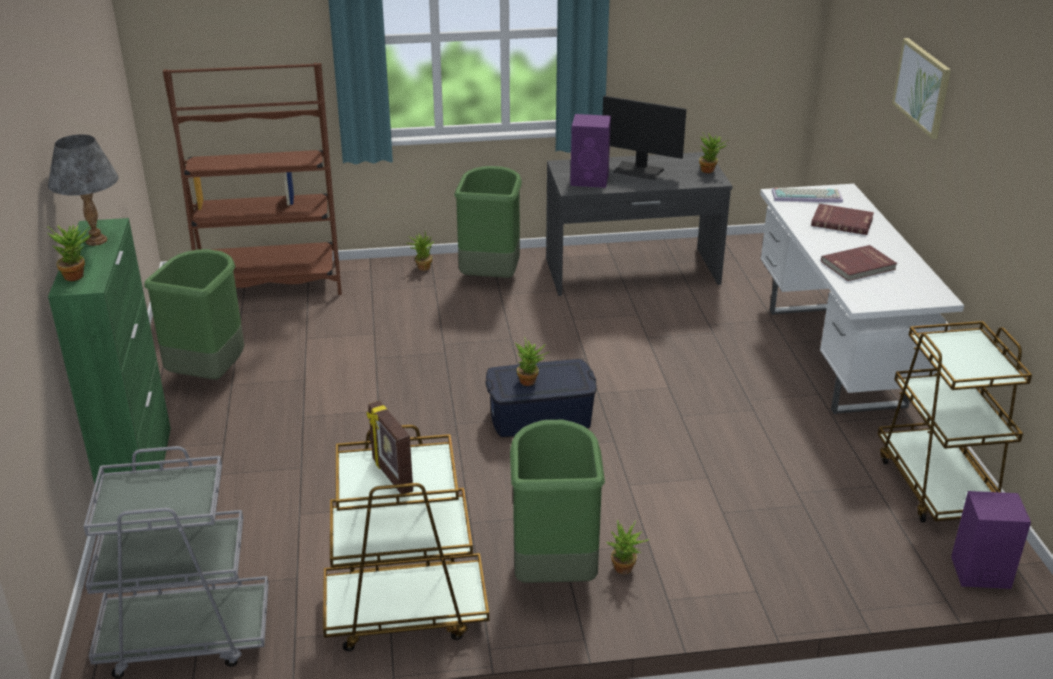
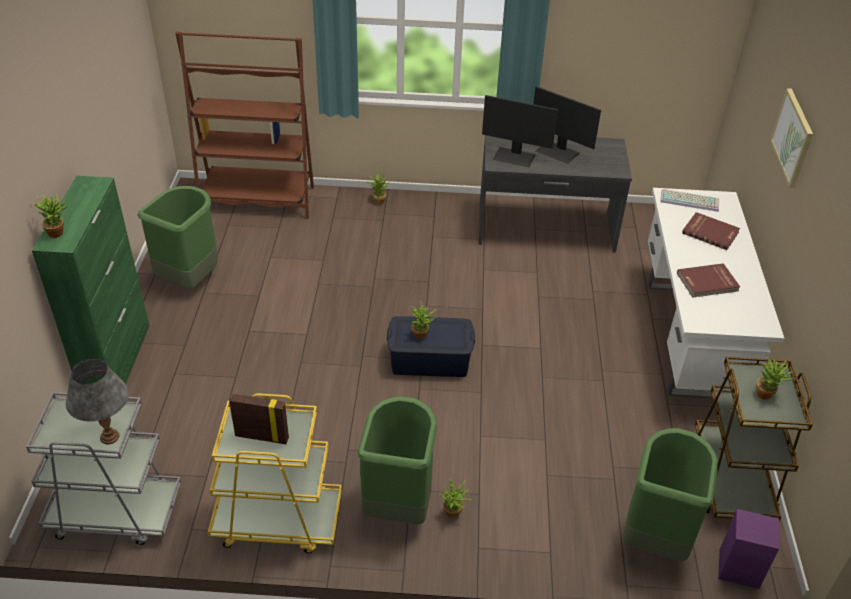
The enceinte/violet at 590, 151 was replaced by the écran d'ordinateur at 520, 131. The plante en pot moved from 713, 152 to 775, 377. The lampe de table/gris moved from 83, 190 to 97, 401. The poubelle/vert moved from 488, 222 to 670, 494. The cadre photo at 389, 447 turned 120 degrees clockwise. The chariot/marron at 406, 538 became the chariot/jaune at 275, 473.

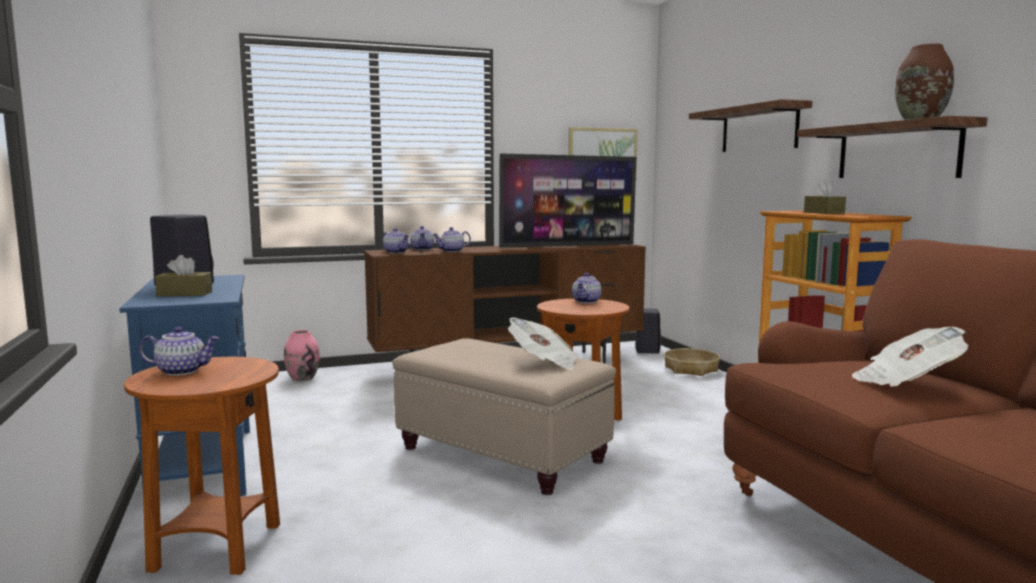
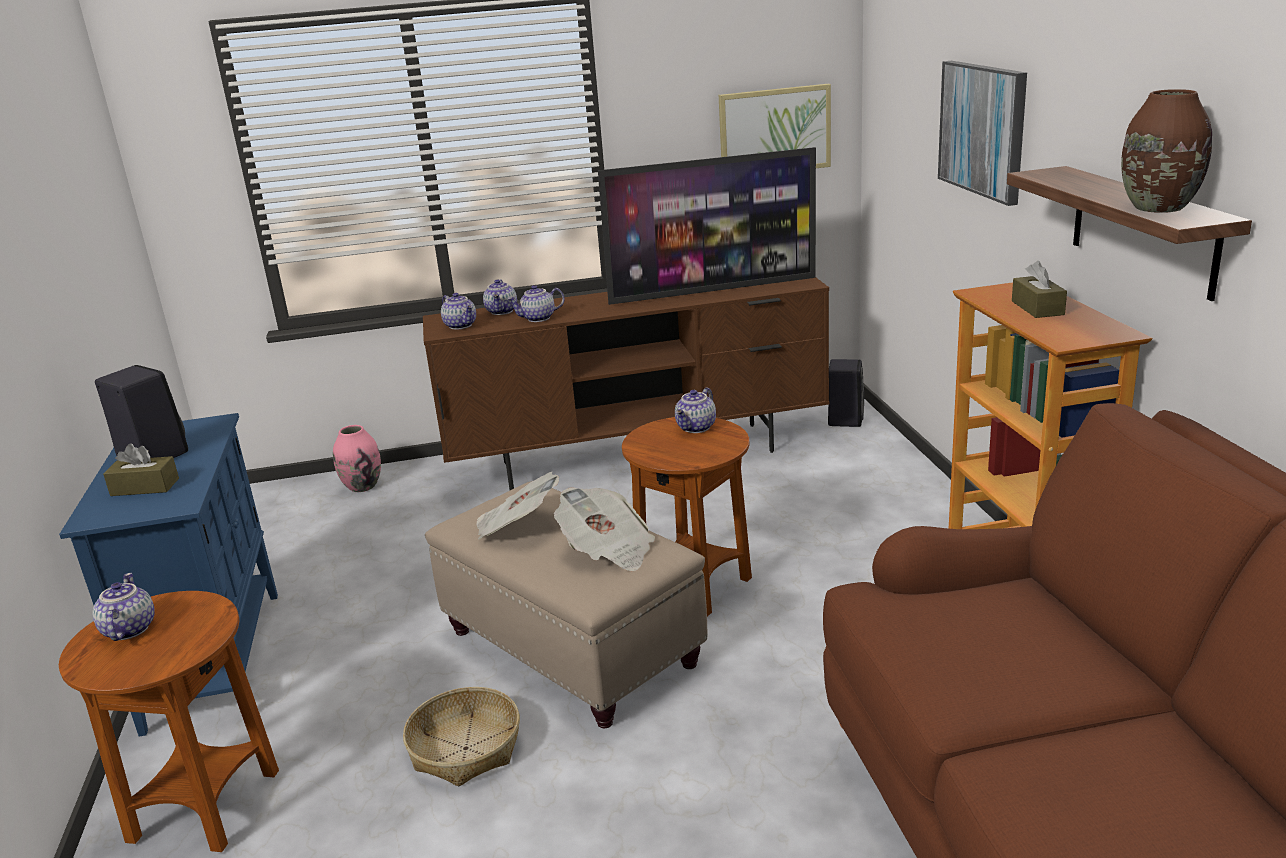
The étagère at 751, 125 was replaced by the tableau at 982, 133. The théière at 179, 351 turned 105 degrees counterclockwise. The journal moved from 910, 357 to 517, 506. The panier moved from 692, 362 to 461, 736.

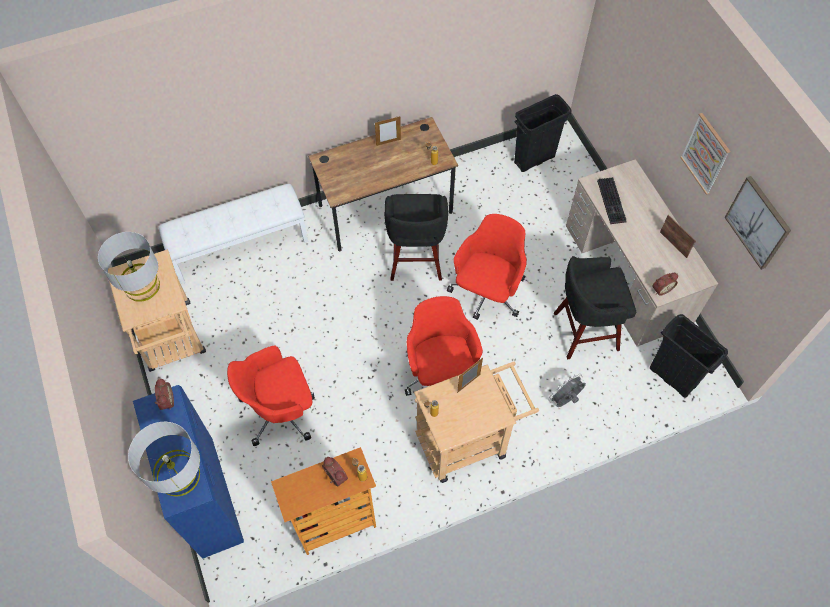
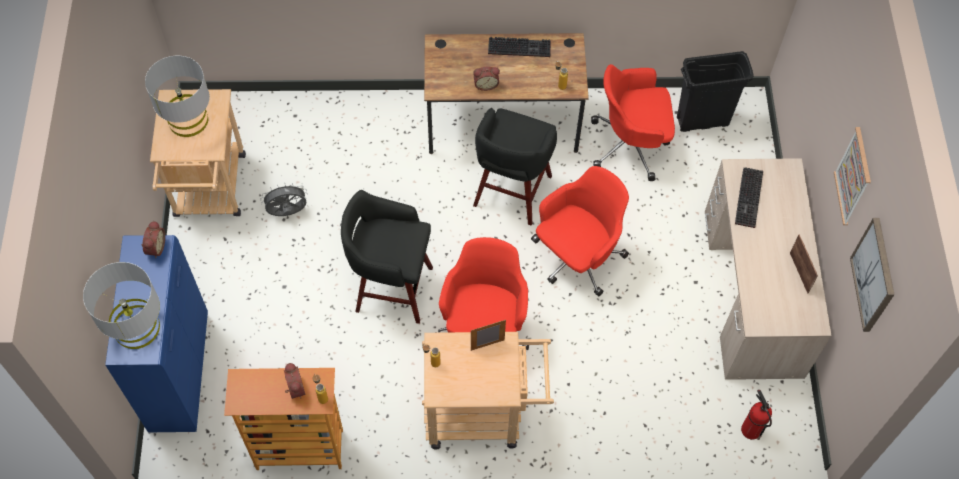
The cadre photo at 388, 131 was replaced by the clavier at 519, 47. The banc/blanc at 233, 234 disappeared. The tabouret/noir moved from 595, 307 to 387, 257. The réveil moved from 665, 284 to 487, 78. The poubelle/noir at 689, 356 was replaced by the extincteur at 756, 415. The chaise de bureau/rouge moved from 271, 396 to 633, 122. The ventilateur/gris moved from 567, 390 to 285, 199.

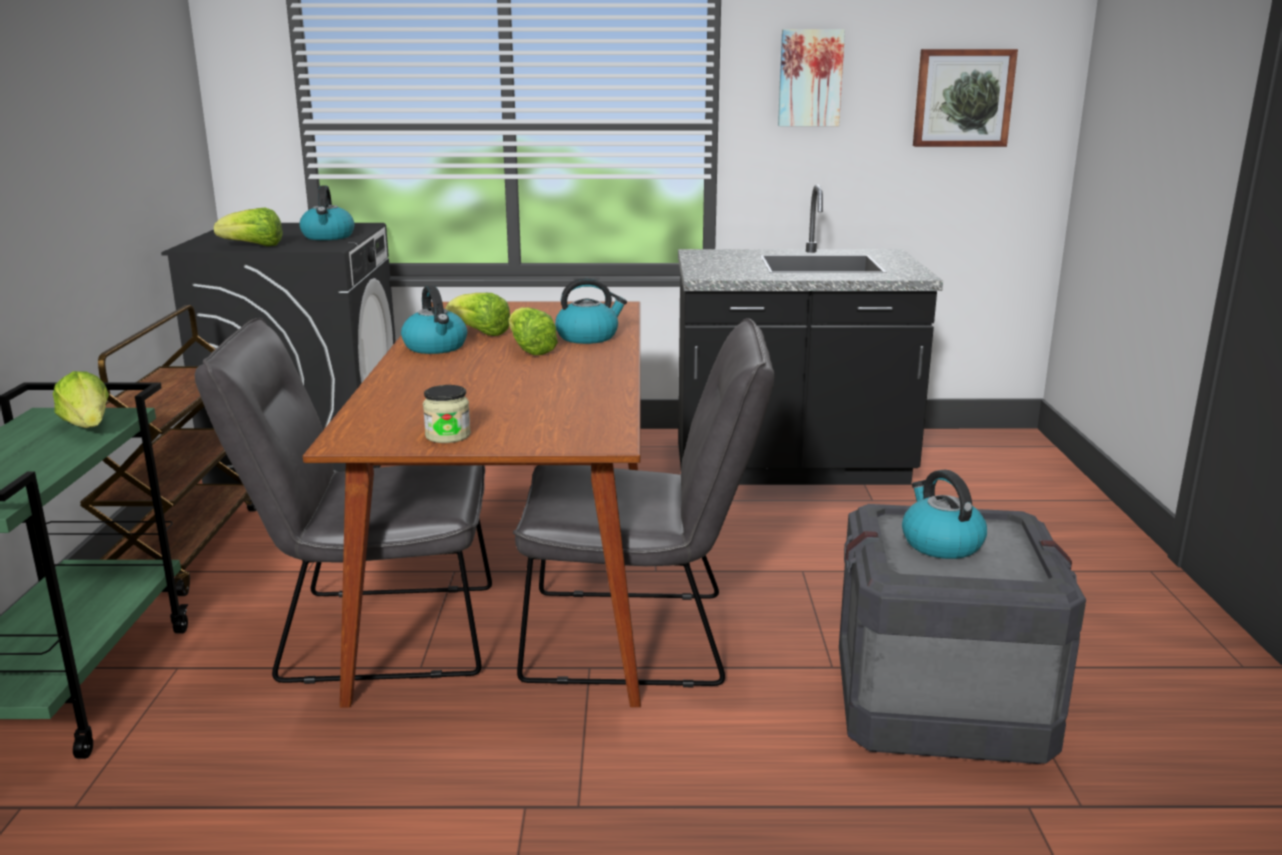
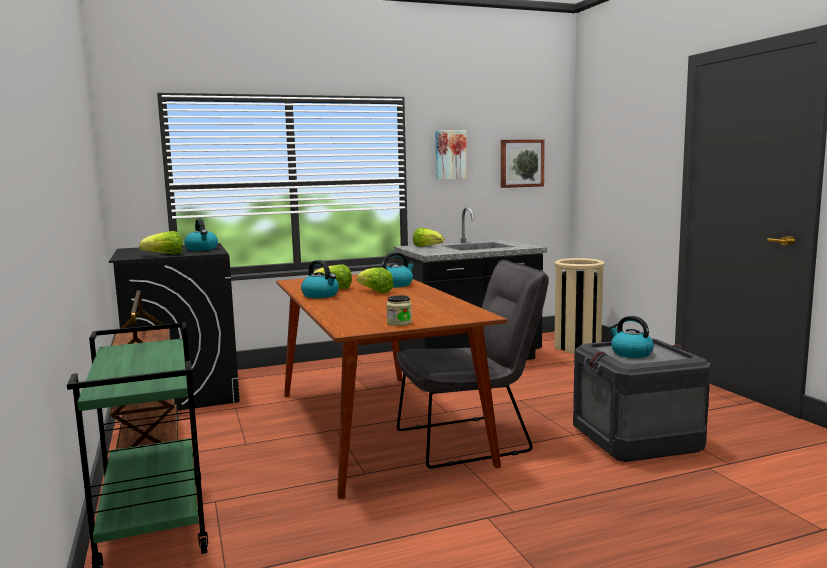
The chaise/gris at 343, 501 disappeared. The laitue moved from 81, 399 to 428, 237. The poubelle/beige at 579, 305 appeared.

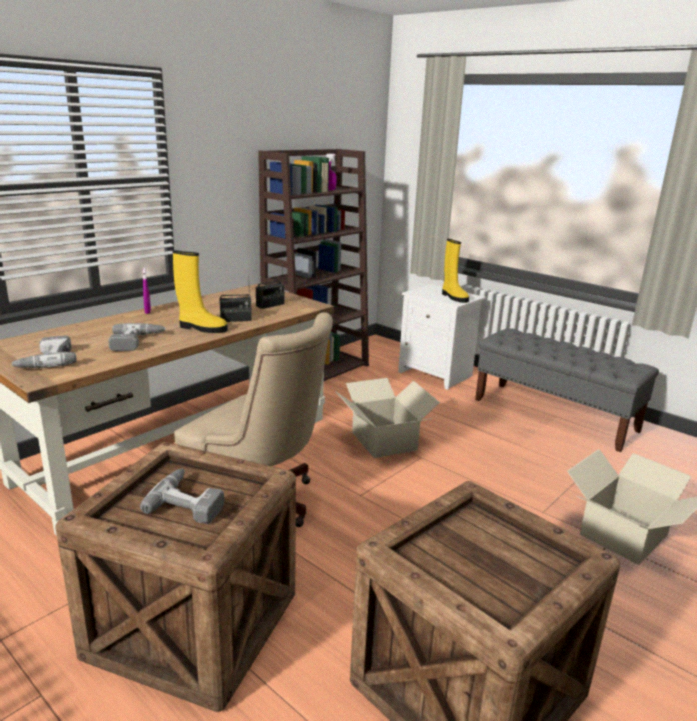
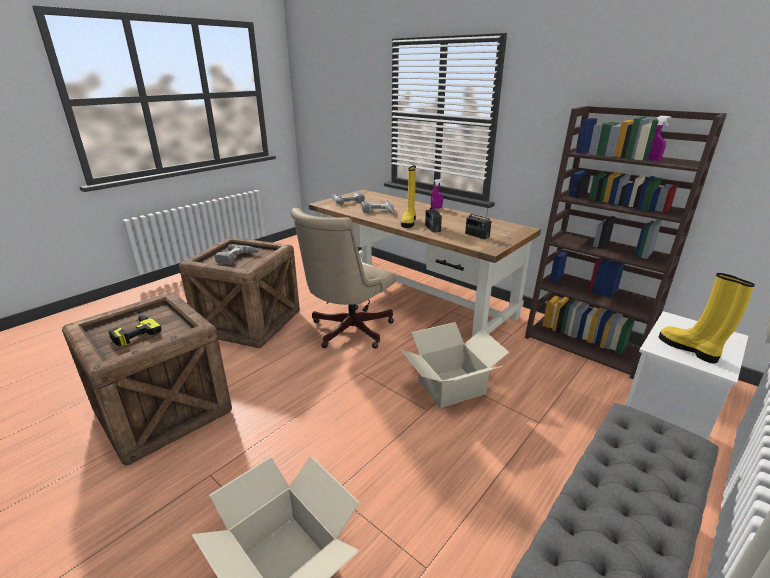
The botte/jaune at 455, 271 turned 90 degrees clockwise. The perceuse at 135, 328 appeared.

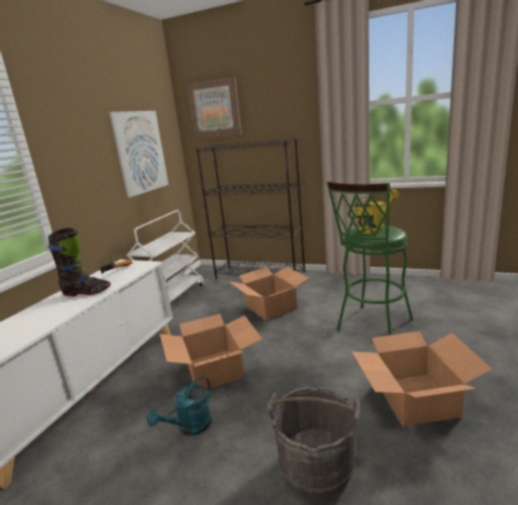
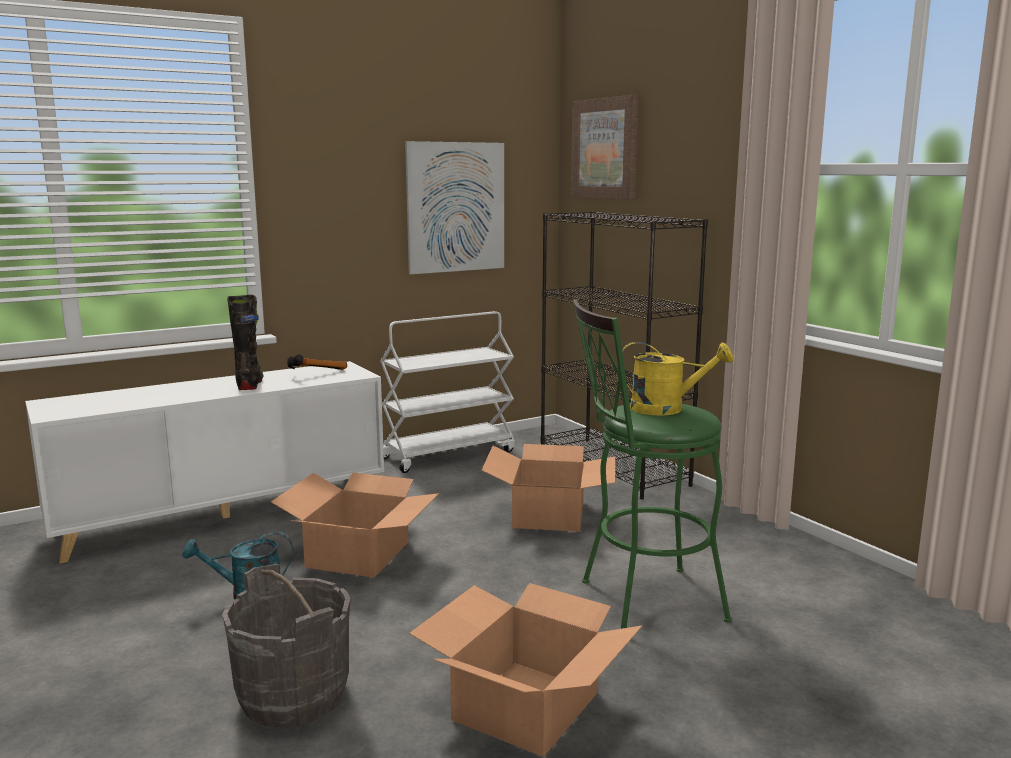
The botte/noir at 79, 262 turned 135 degrees counterclockwise.

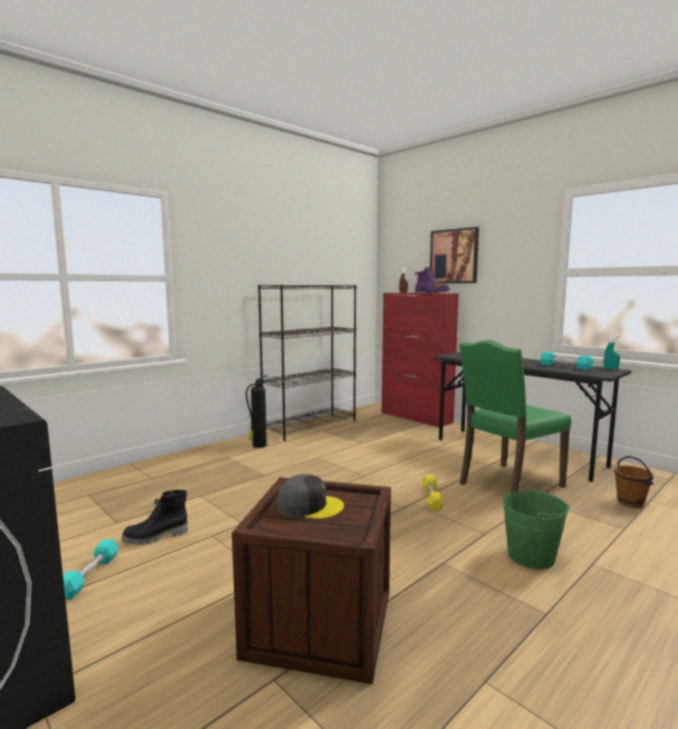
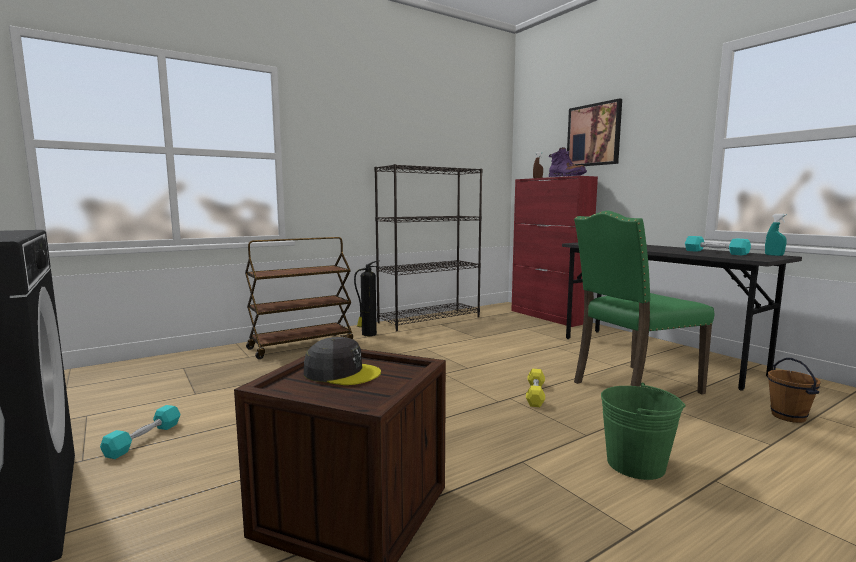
The botte/noir at 154, 517 disappeared. The chariot/marron at 299, 298 appeared.

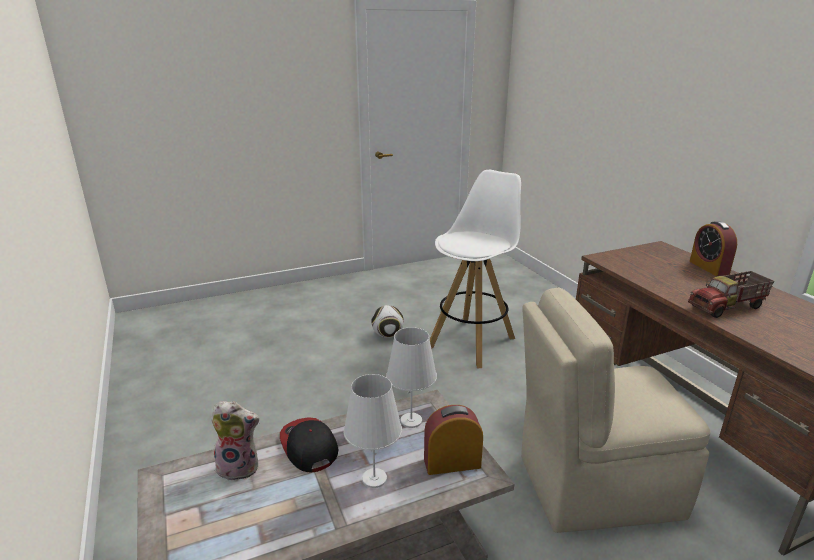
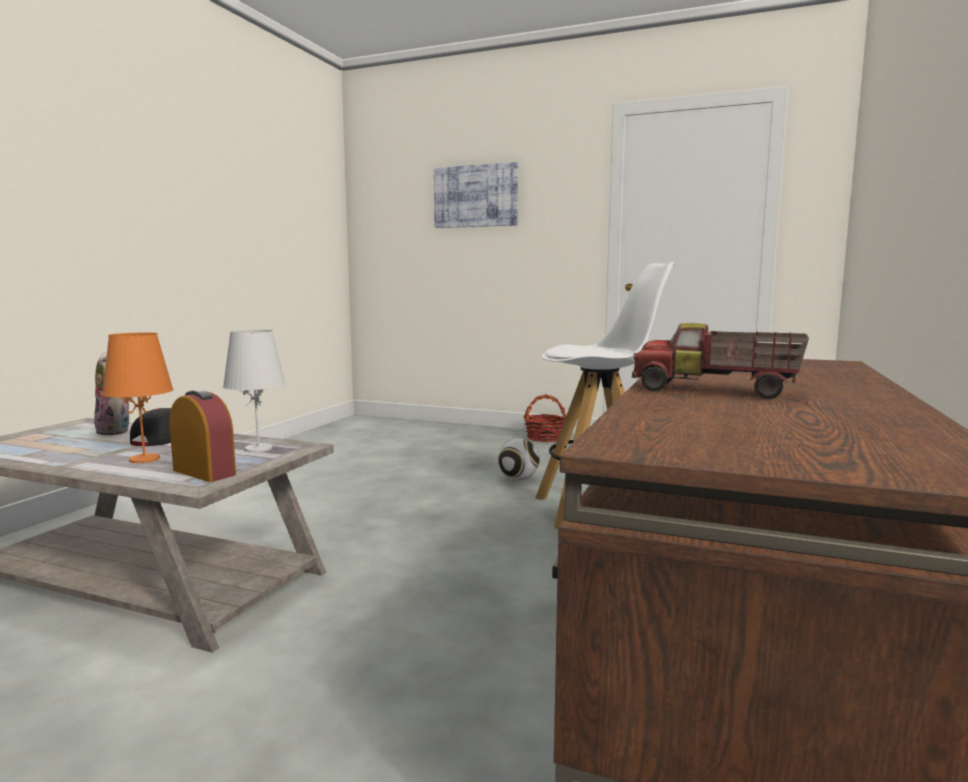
The réveil at 713, 248 disappeared. The chaise/beige at 615, 410 disappeared. The lampe de table/blanc at 373, 431 became the lampe de table/orange at 138, 398. The tableau at 476, 195 appeared. The panier at 544, 418 appeared.

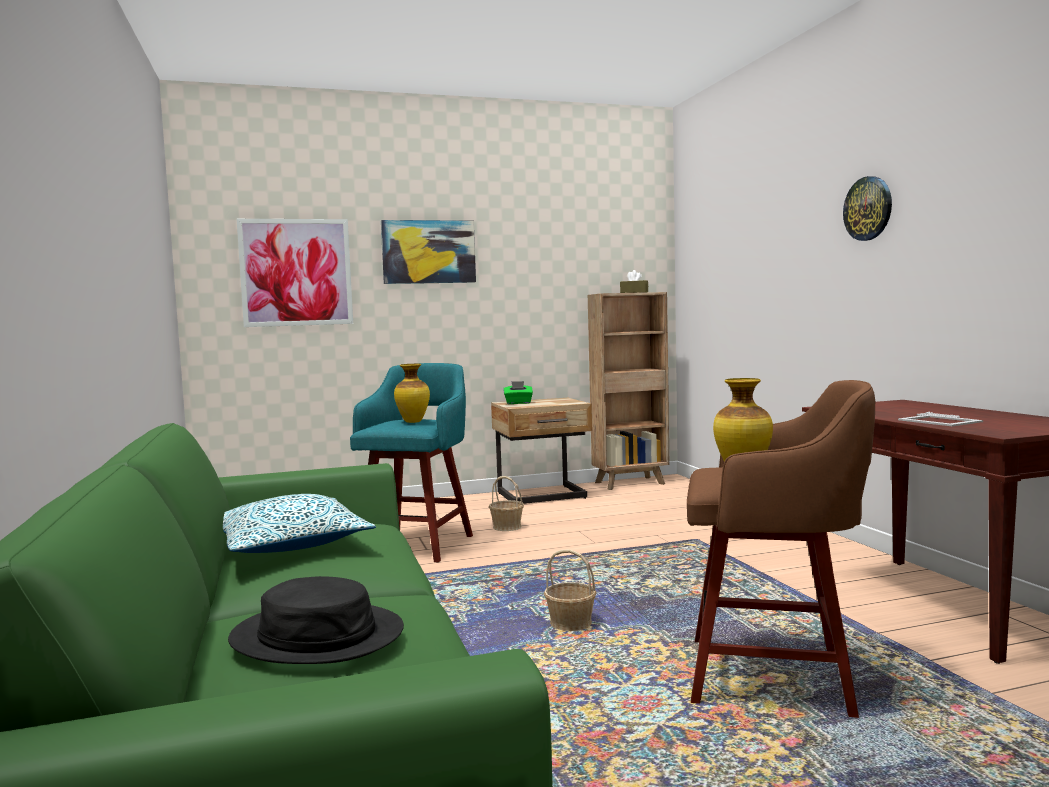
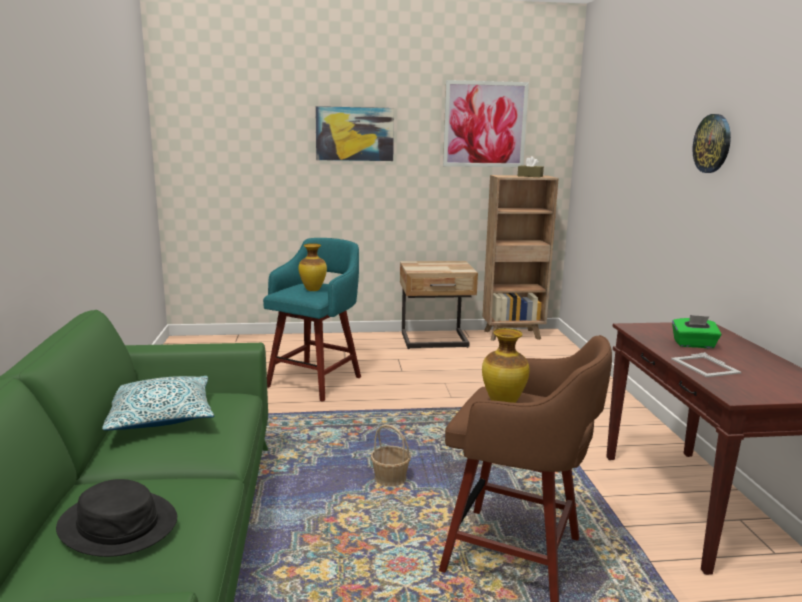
The tableau moved from 295, 273 to 486, 123. The boîte à mouchoirs/vert moved from 518, 392 to 696, 331. The panier at 506, 503 disappeared.

